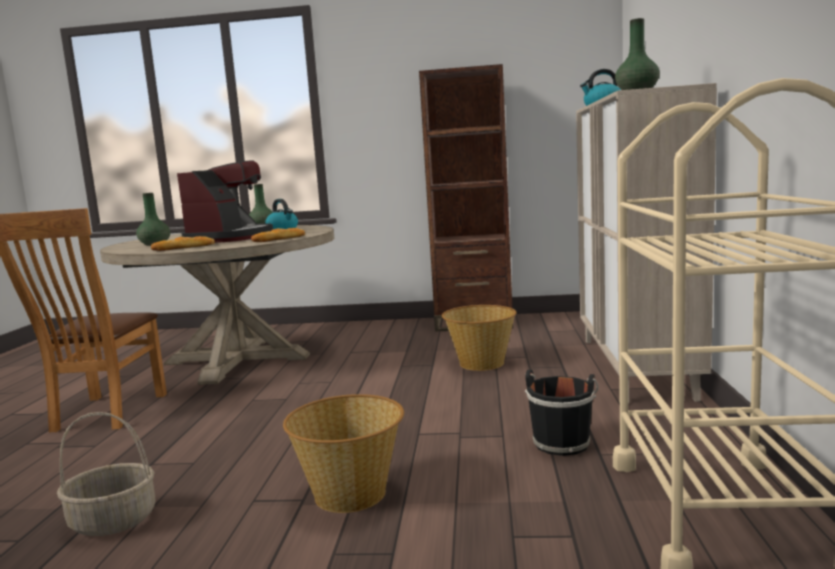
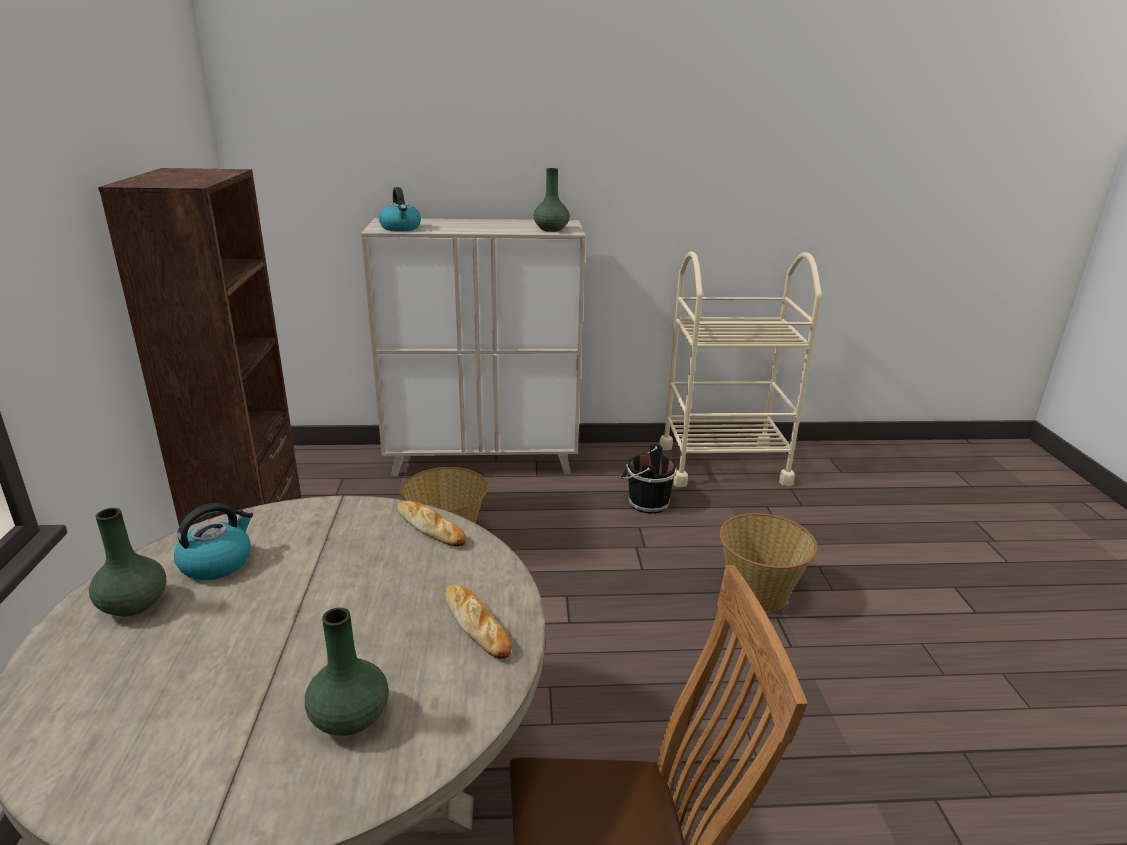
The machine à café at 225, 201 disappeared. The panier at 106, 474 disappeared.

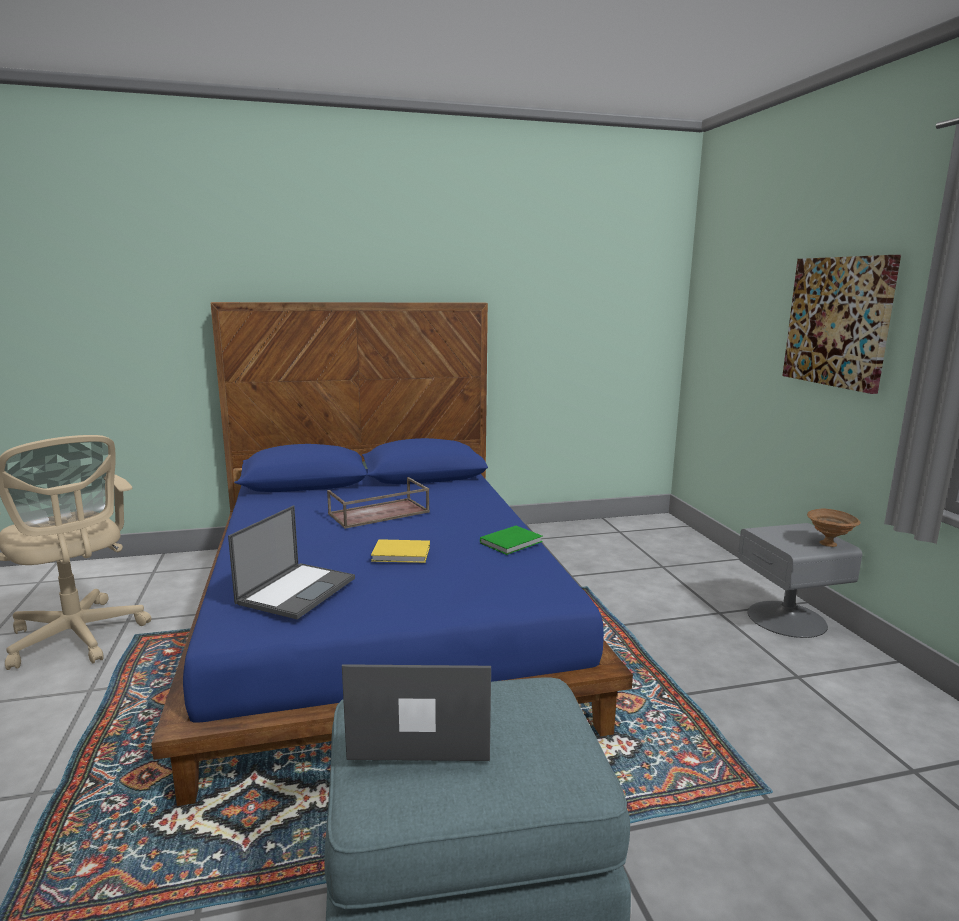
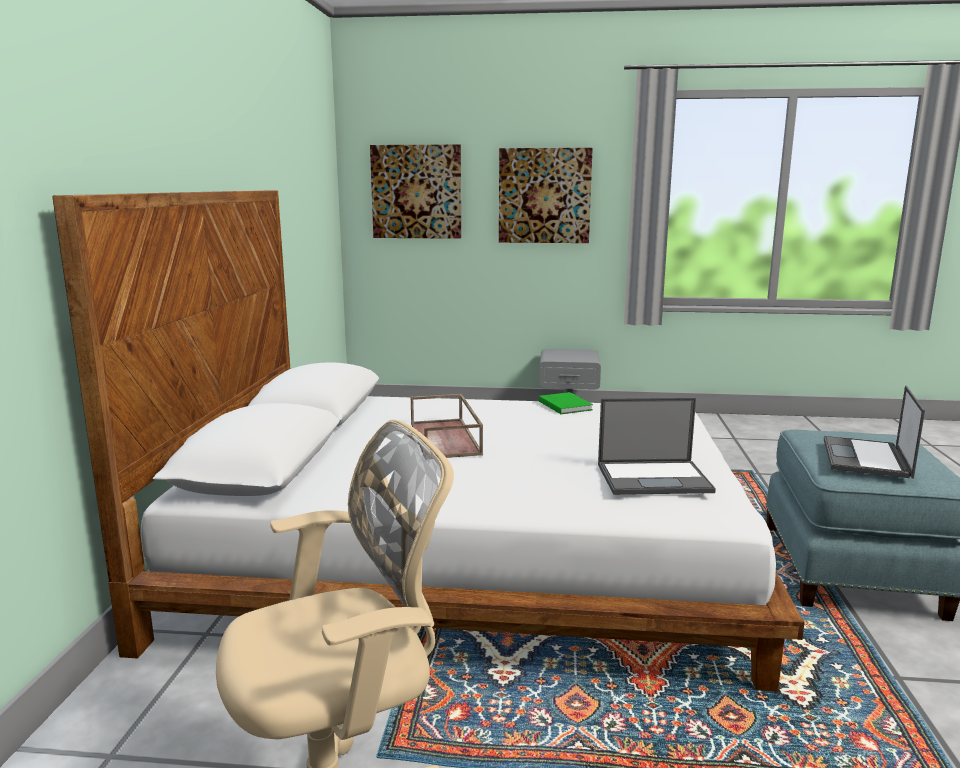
The lit/bleu at 392, 554 became the lit/blanc at 428, 441. The ordinateur portable at 291, 562 turned 135 degrees clockwise. The bol/marron at 834, 528 disappeared. The livre/jaune at 400, 551 disappeared. The tableau at 415, 191 appeared.

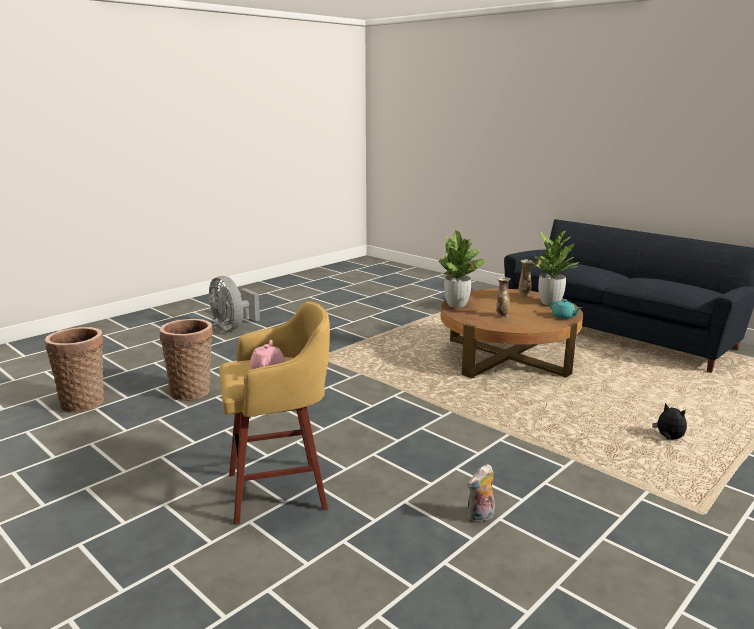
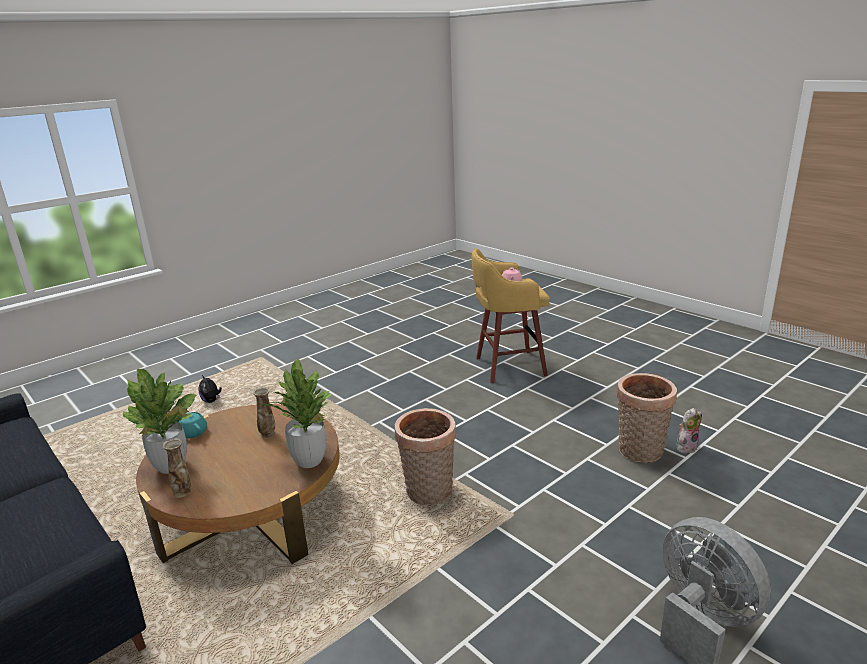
The panier moved from 74, 370 to 425, 456. The peluche moved from 481, 493 to 689, 430.

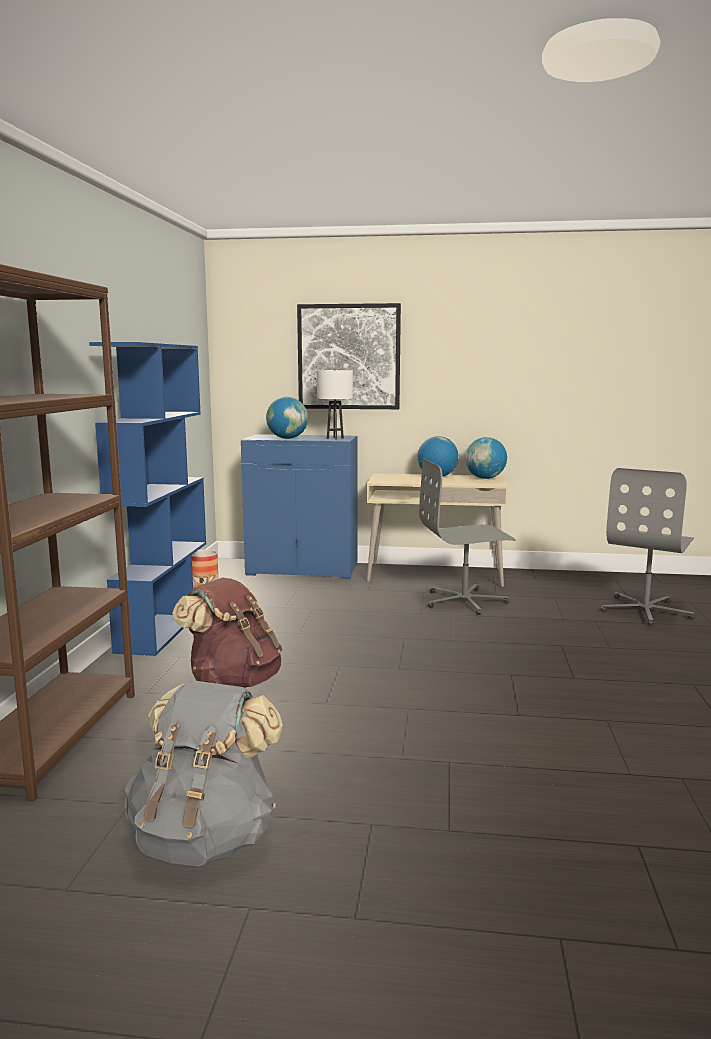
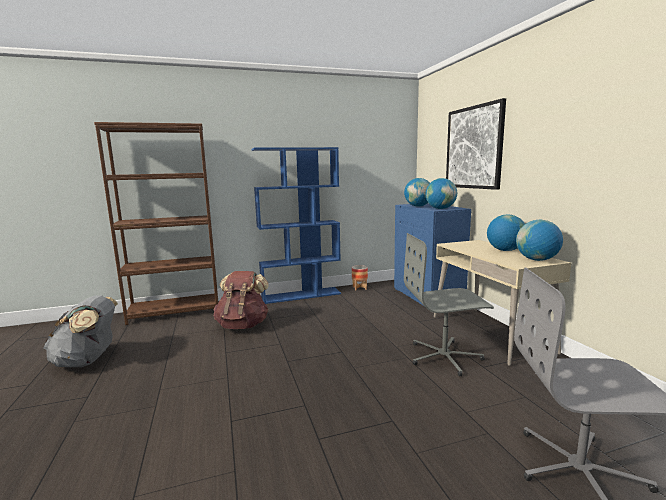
The lampe de table/blanc at 335, 405 was replaced by the globe at 441, 193. The chaise de bureau/gris at 467, 537 turned 60 degrees counterclockwise.

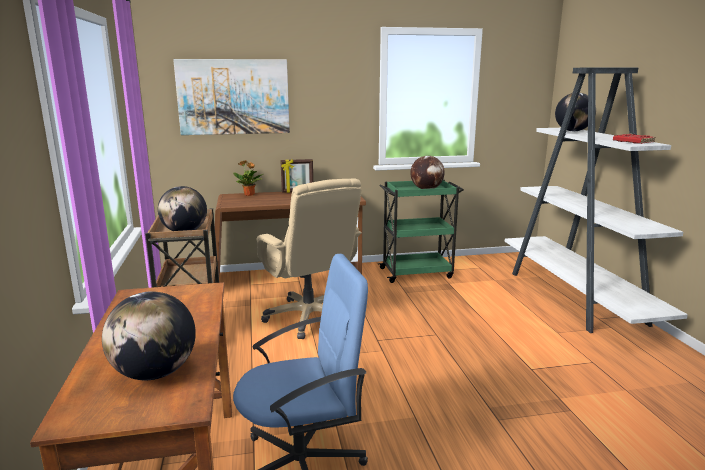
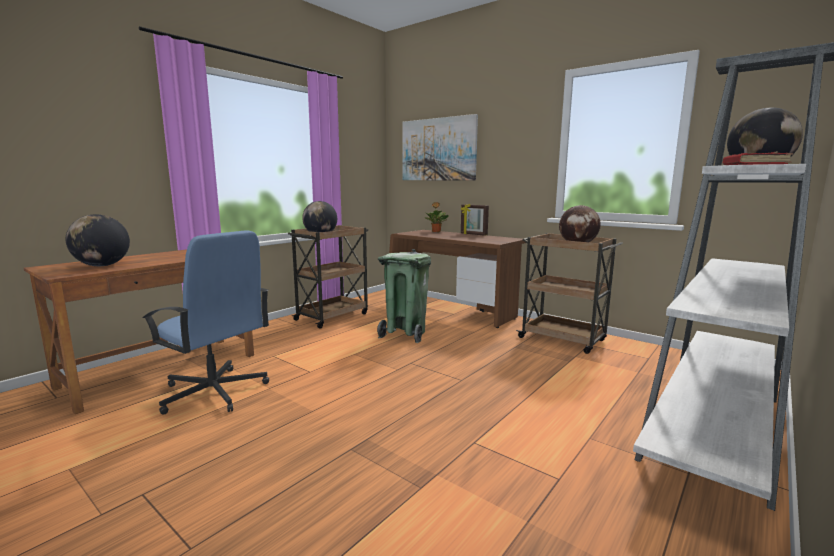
The chaise de bureau/beige at 309, 258 was replaced by the poubelle/vert at 404, 296. The chariot/vert at 421, 231 became the chariot/marron at 569, 293.

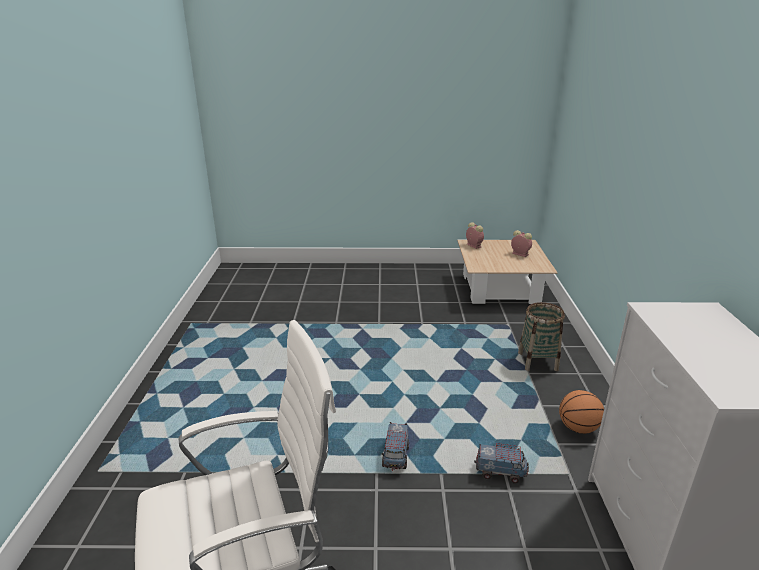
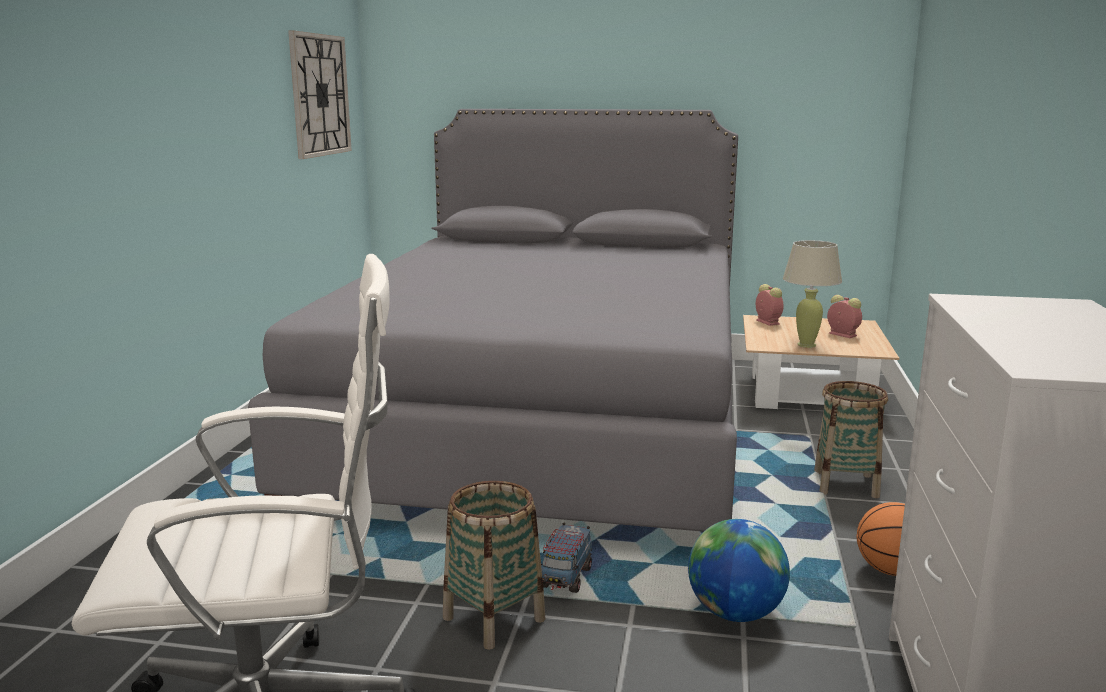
The camion jouet at 501, 463 was replaced by the globe at 739, 570. The horloge murale at 320, 94 appeared. The lit/gris at 493, 321 appeared. The lampe de table/beige at 812, 294 appeared. The panier at 494, 565 appeared.

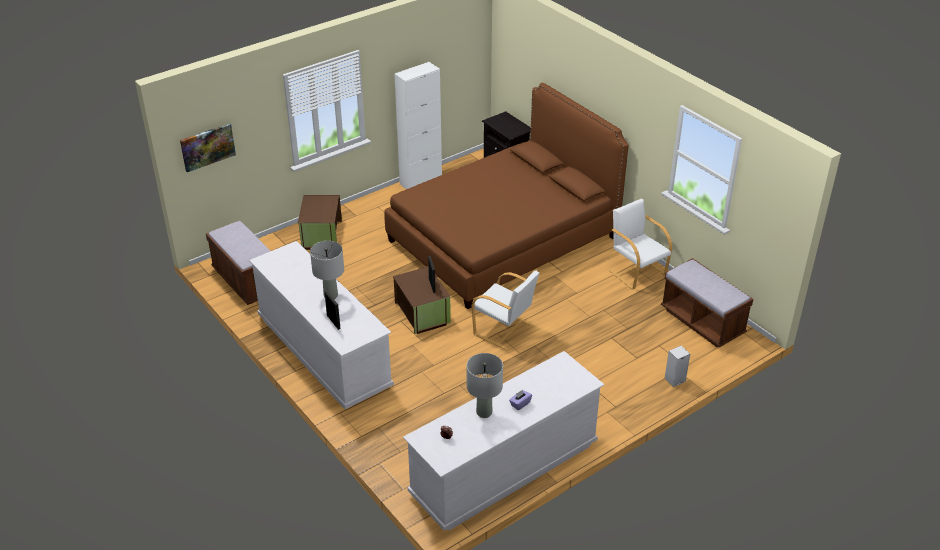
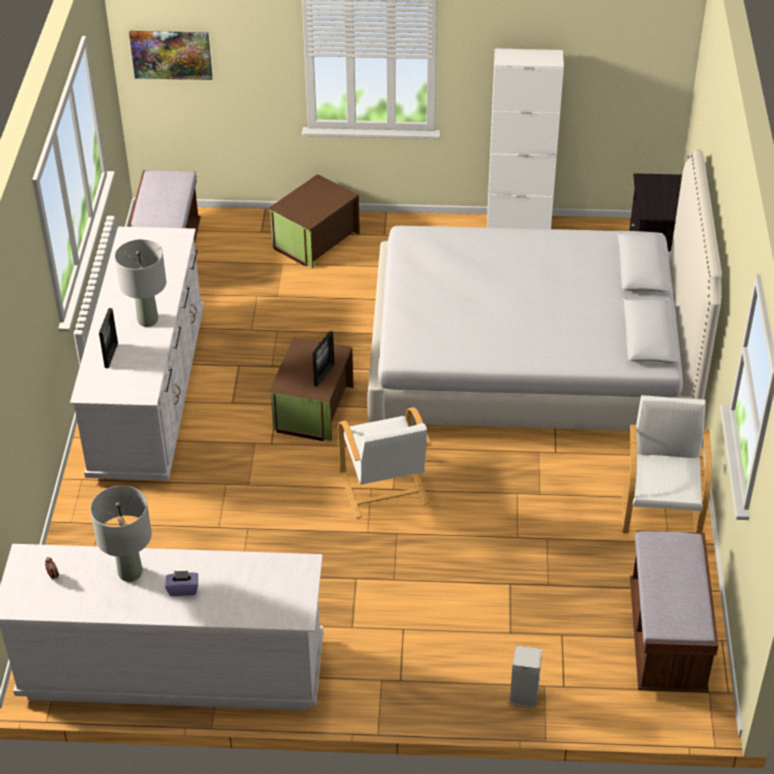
The lit/marron at 506, 196 became the lit/blanc at 545, 290.

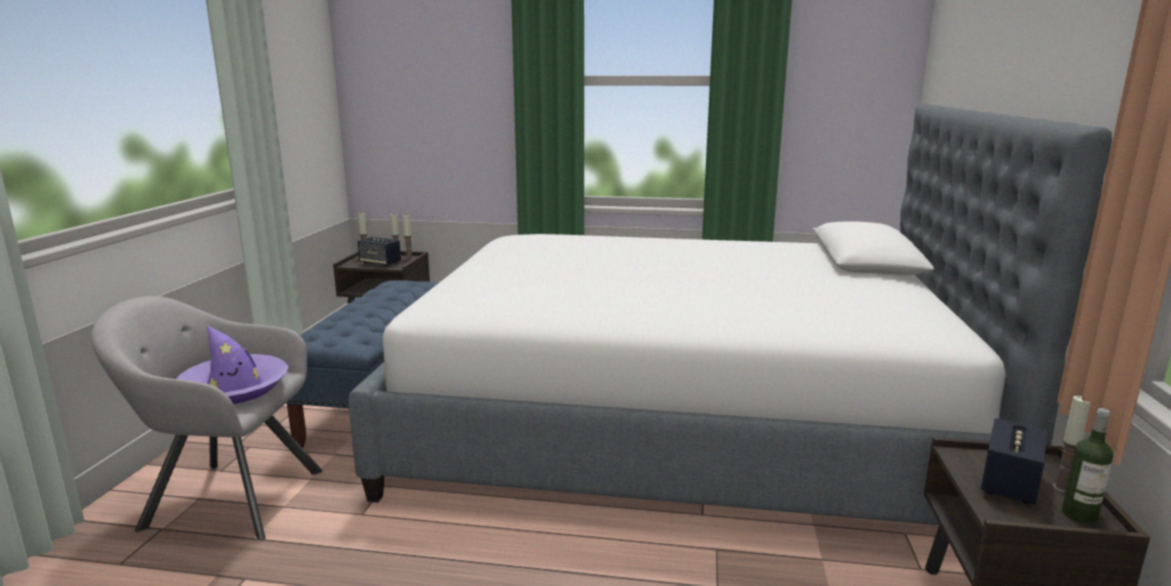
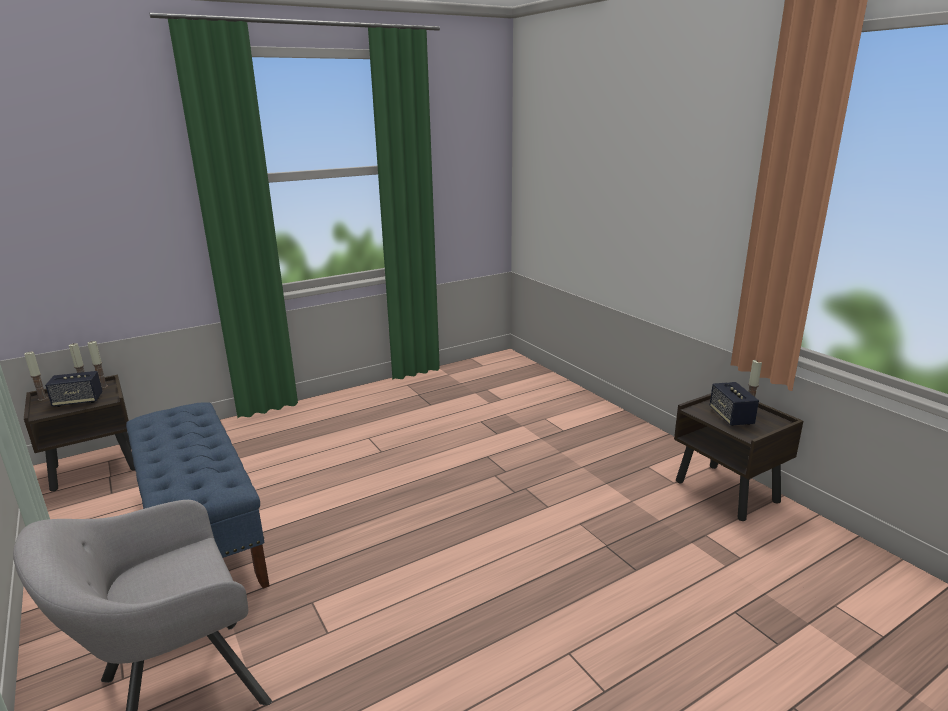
The lit at 730, 314 disappeared. The chapeau/violet at 232, 365 disappeared. The bouteille at 1087, 466 disappeared.

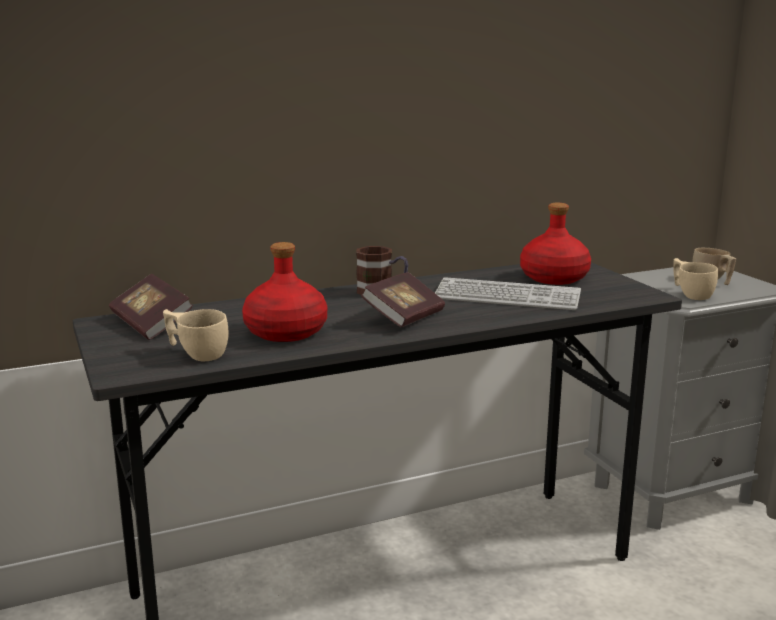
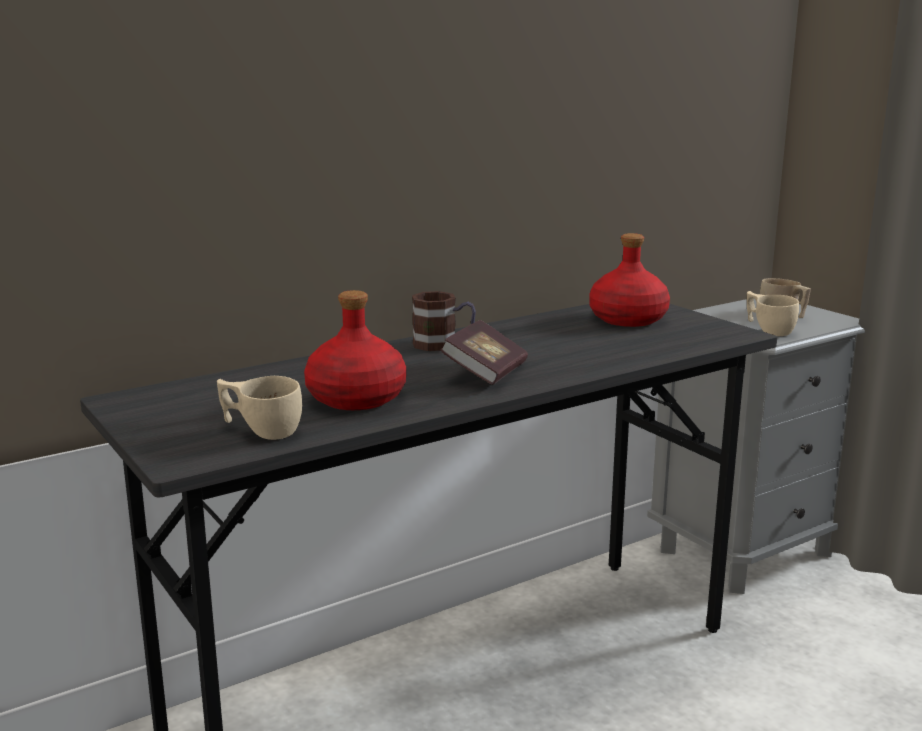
The livre at 151, 307 disappeared. The clavier at 508, 293 disappeared.

